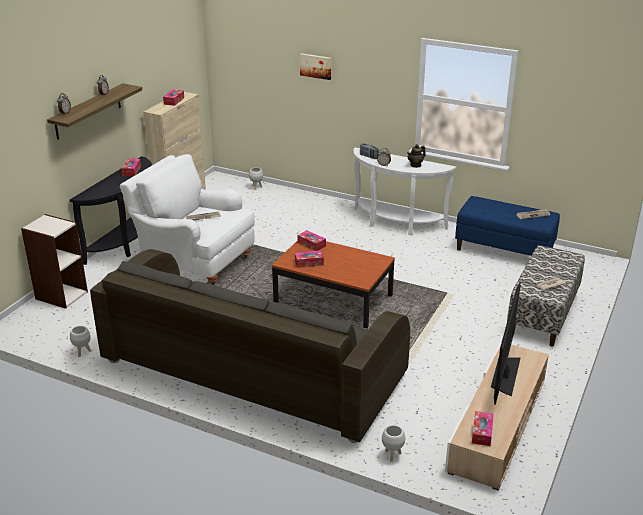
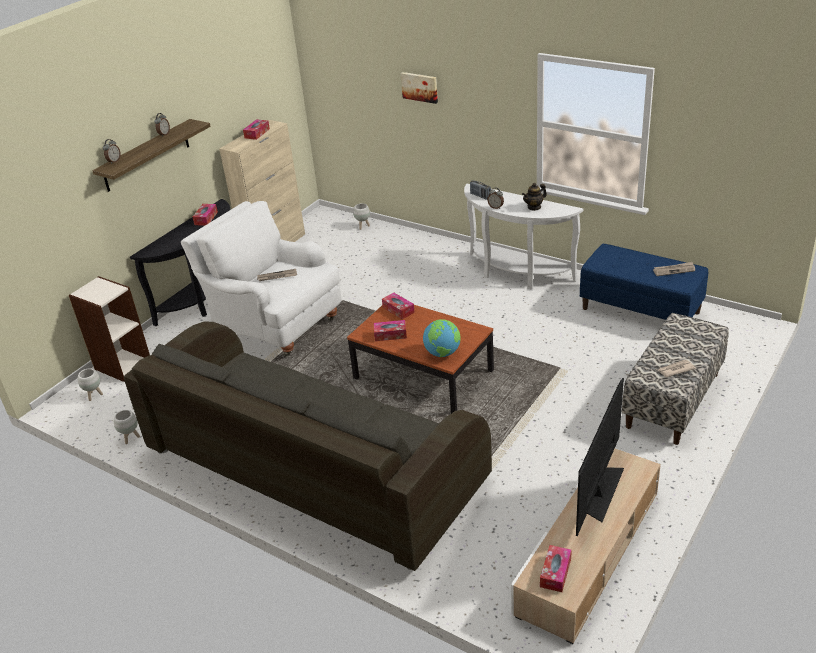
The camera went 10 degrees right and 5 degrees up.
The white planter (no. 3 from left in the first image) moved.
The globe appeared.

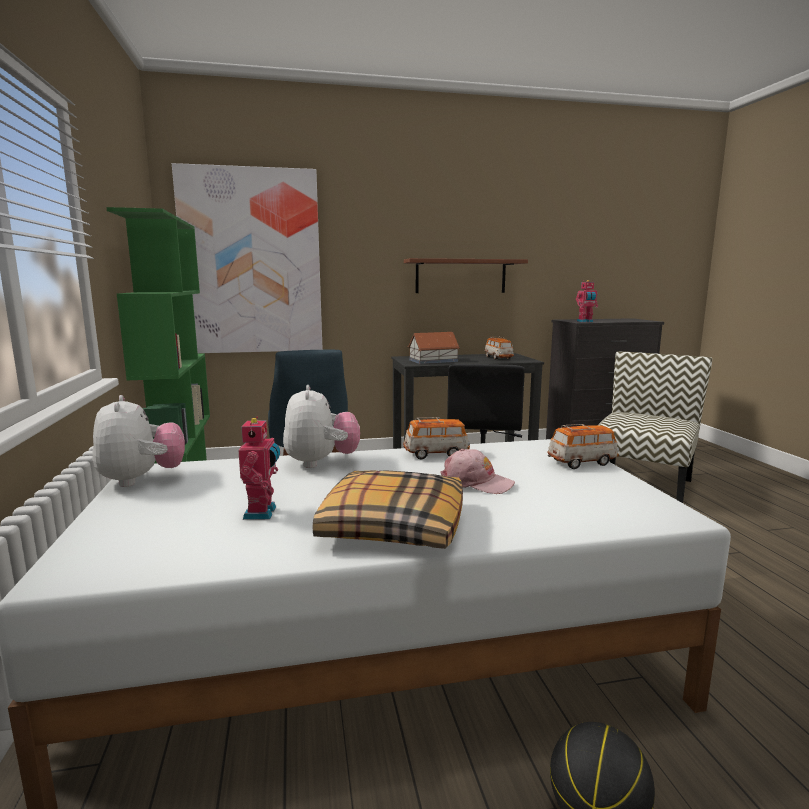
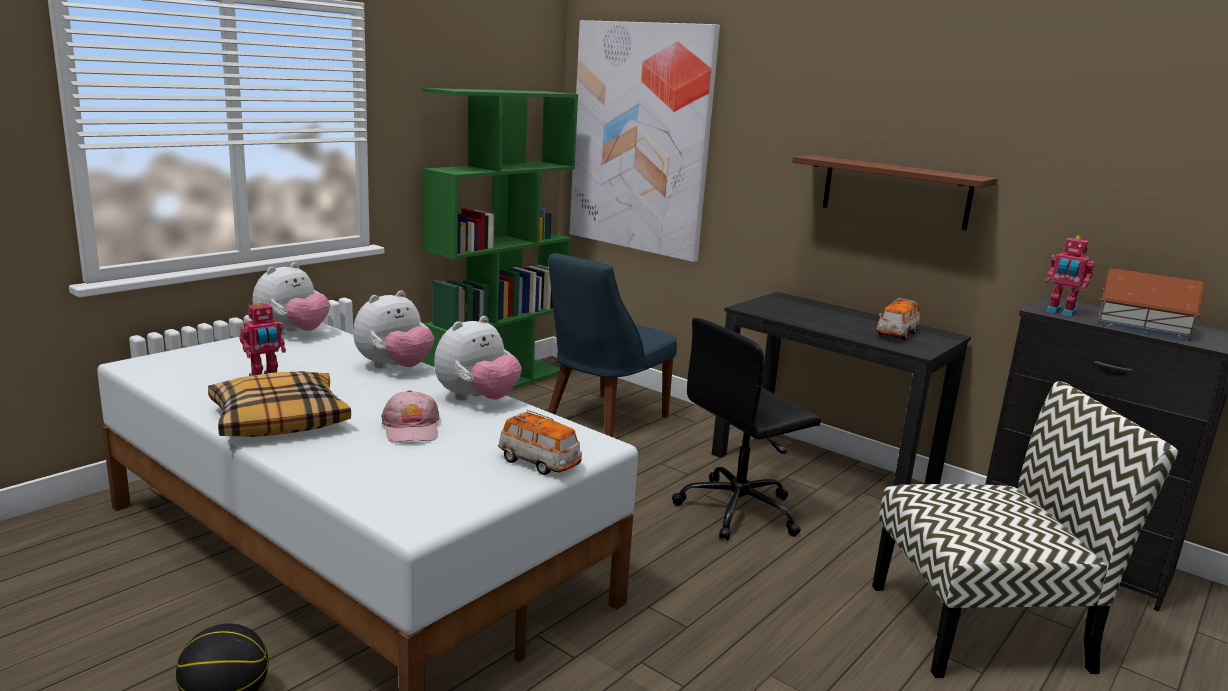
The camera went 50 degrees right and 5 degrees up.
The toy car (no. 1 from left) was replaced by the plush toy (no. 3 from left).
The toy house moved.

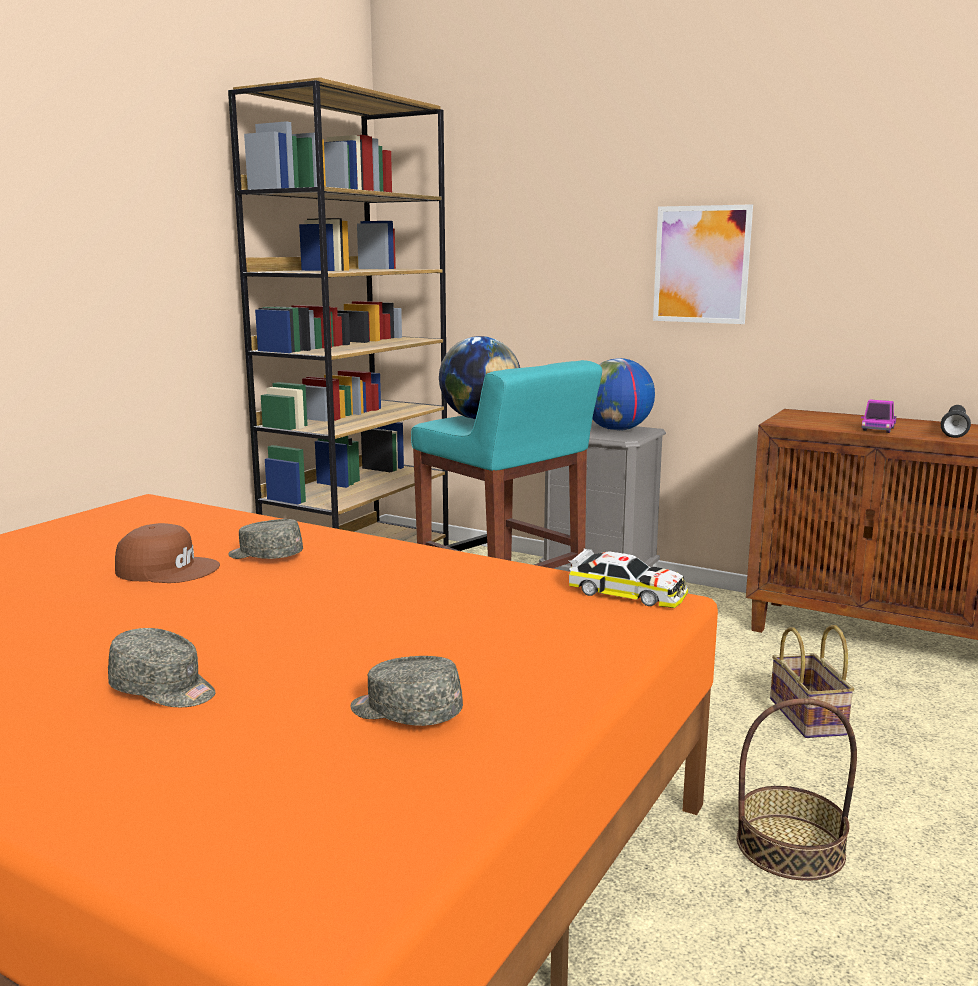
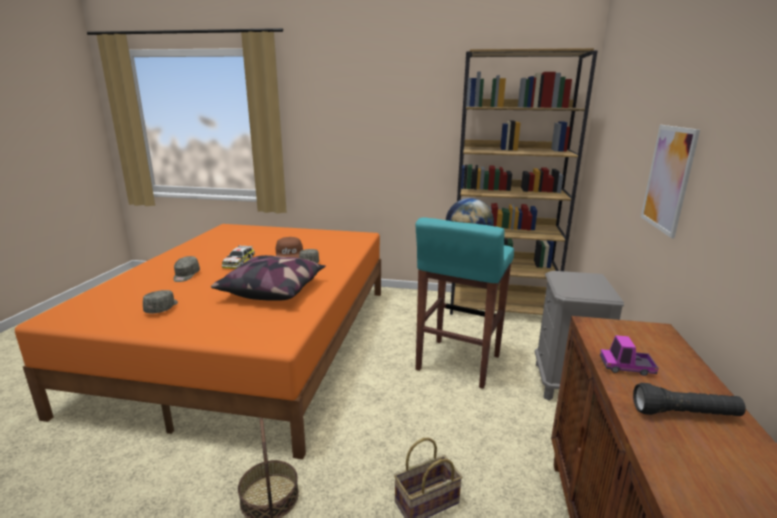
The camera went 70 degrees right and 5 degrees up.
The pillow appeared.
The toy car moved.
The globe (no. 2 from left) disappeared.

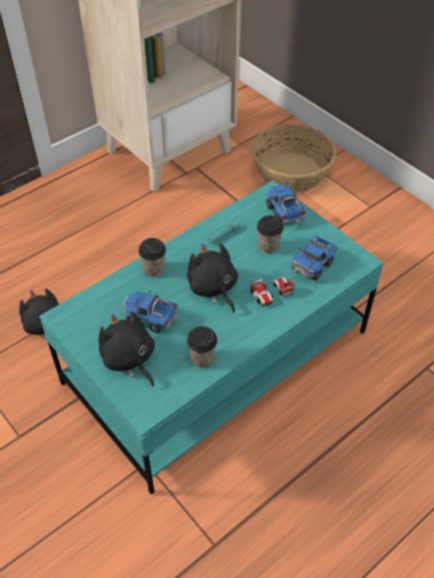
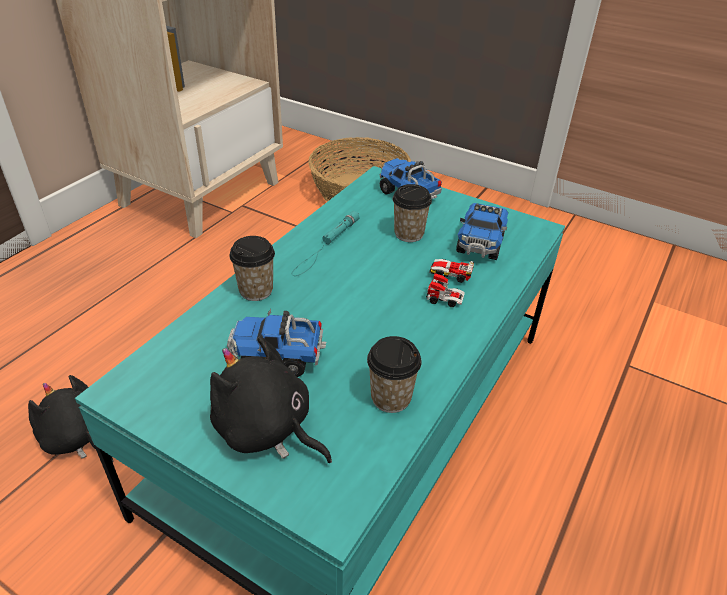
The camera went 20 degrees left and 10 degrees down.
The toy car turned 150 degrees clockwise.
The black plush toy (no. 3 from left) disappeared.

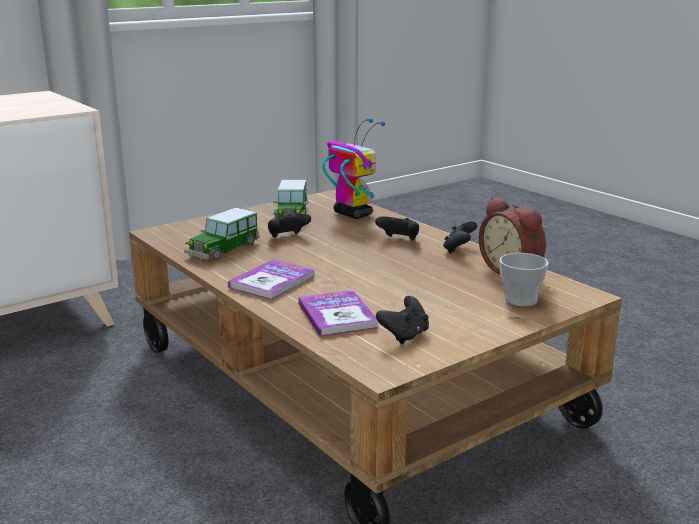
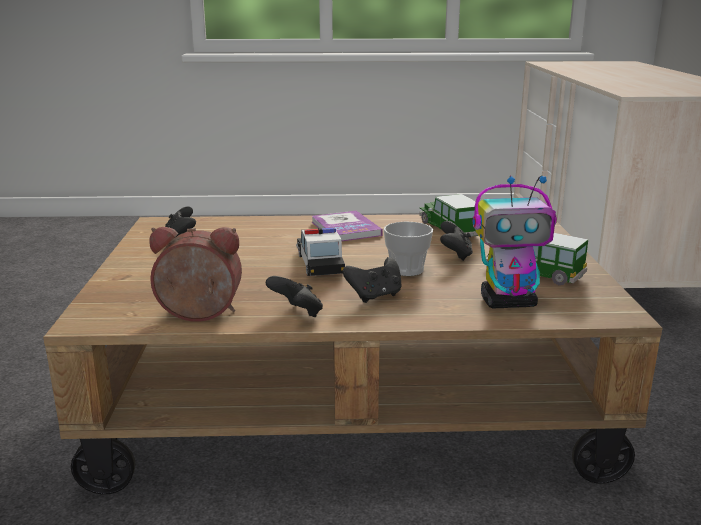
The camera went 125 degrees right and 0 degrees up.
The toy car (no. 1 from left) appeared.
The cup moved.
The book (no. 2 from left) disappeared.

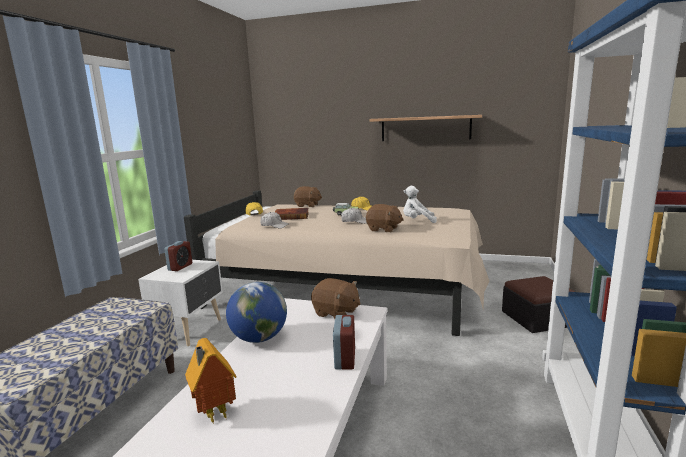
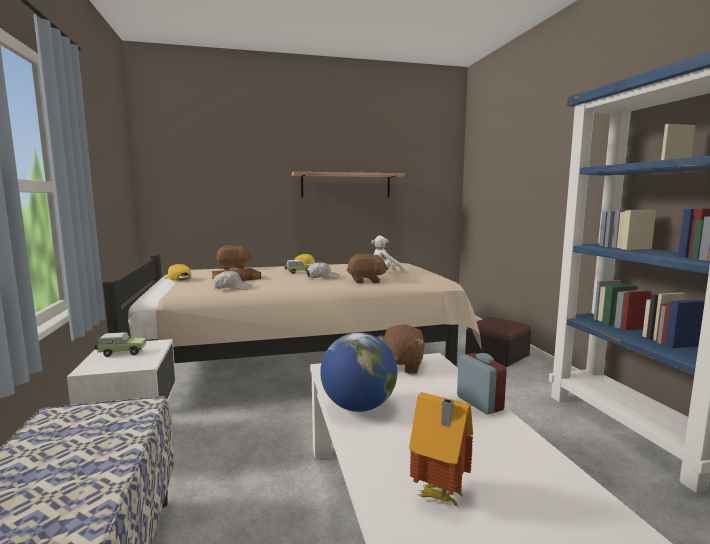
The camera went 30 degrees left and 5 degrees down.
The alarm clock (no. 1 from left) was replaced by the toy car (no. 1 from left).
The brown plush toy (no. 2 from left in the first image) turned 105 degrees clockwise.

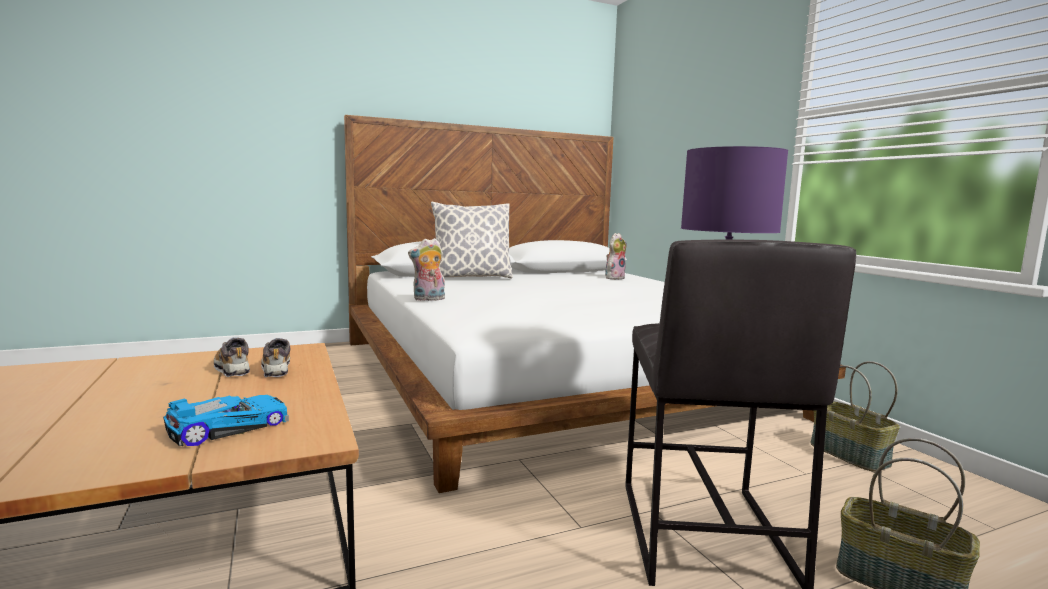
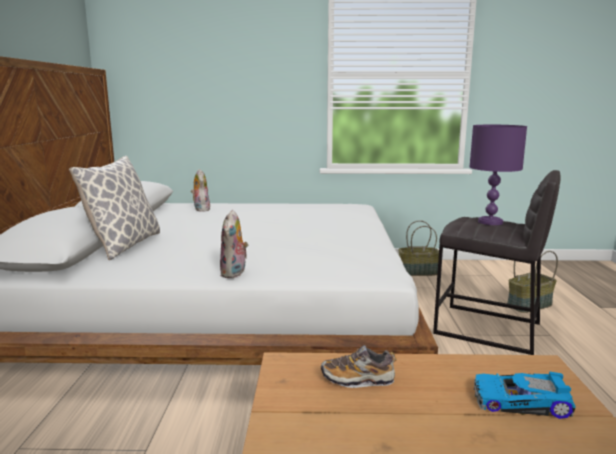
The camera went 65 degrees left and 5 degrees up.
The toy car turned 60 degrees counterclockwise.
The shoe (no. 1 from left) disappeared.

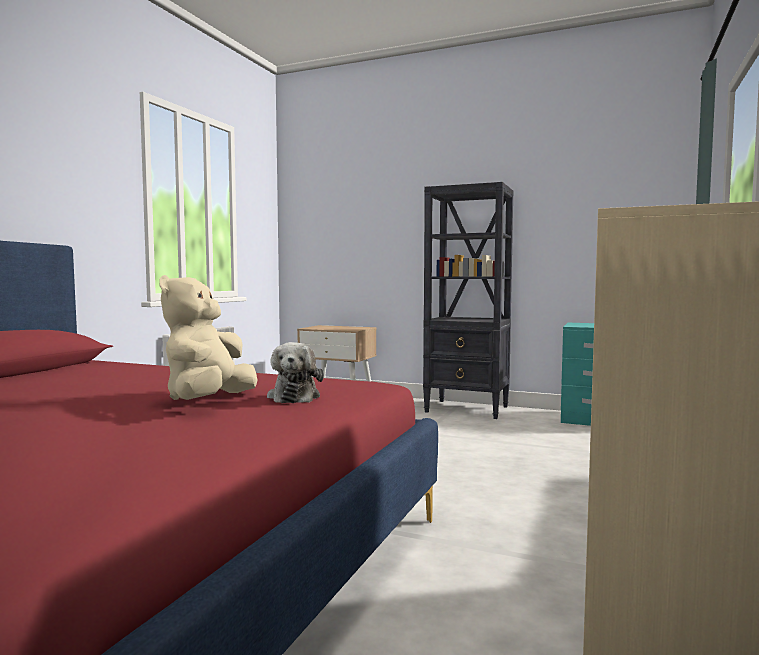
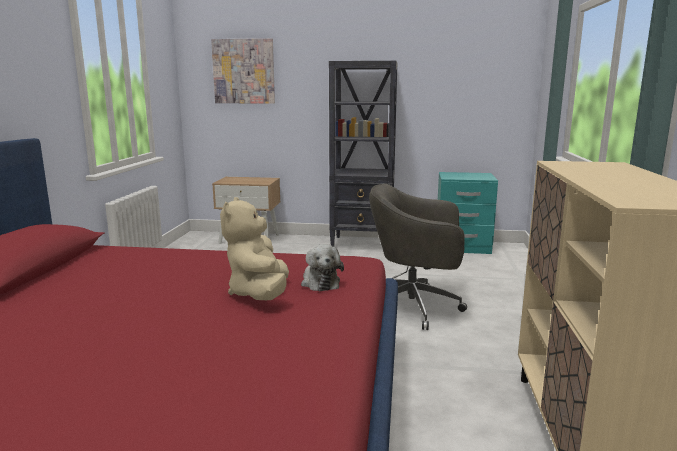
The camera went 15 degrees left and 10 degrees up.
The picture appeared.
The grey office chair appeared.

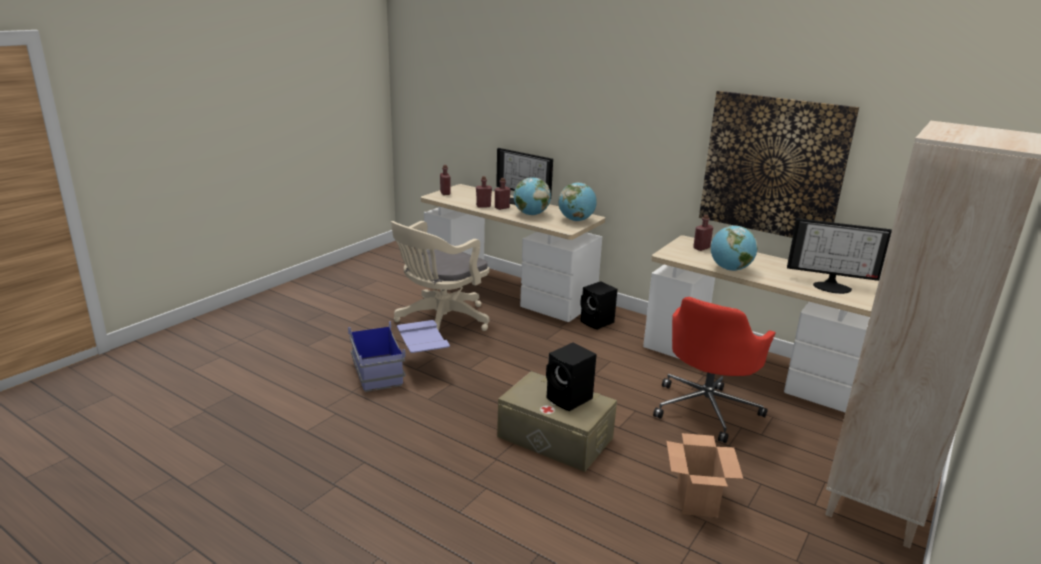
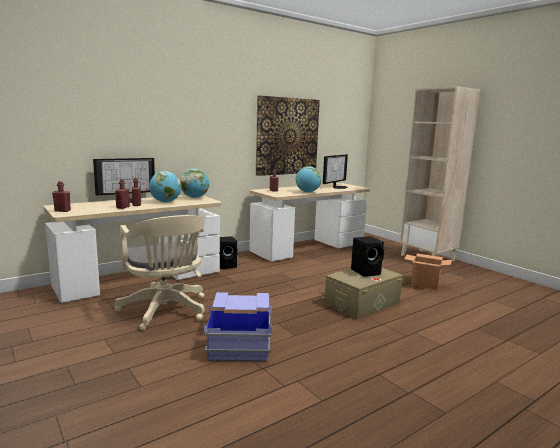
The camera went 70 degrees left and 10 degrees down.
The red office chair disappeared.

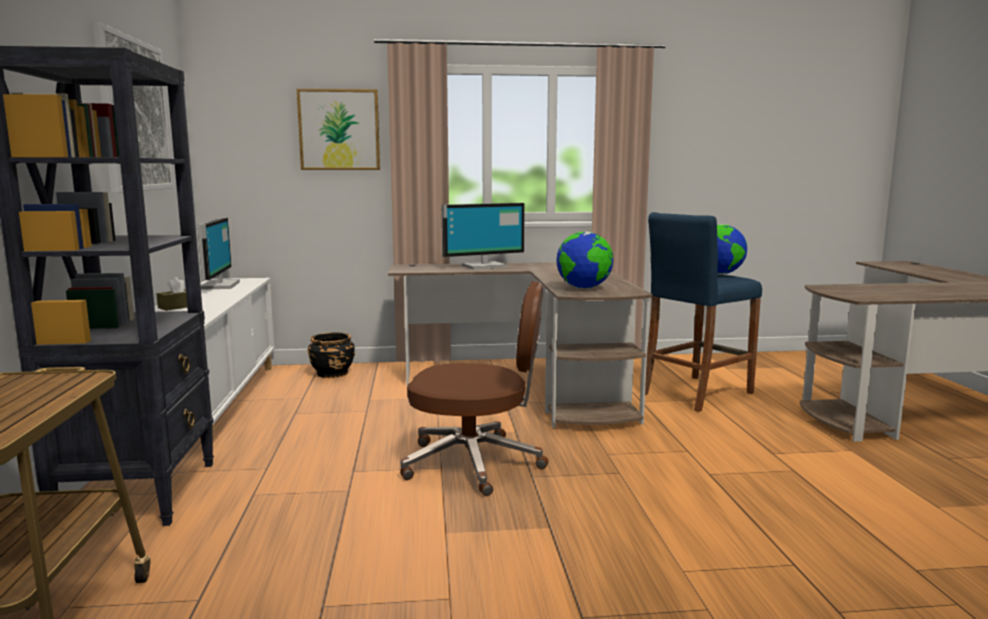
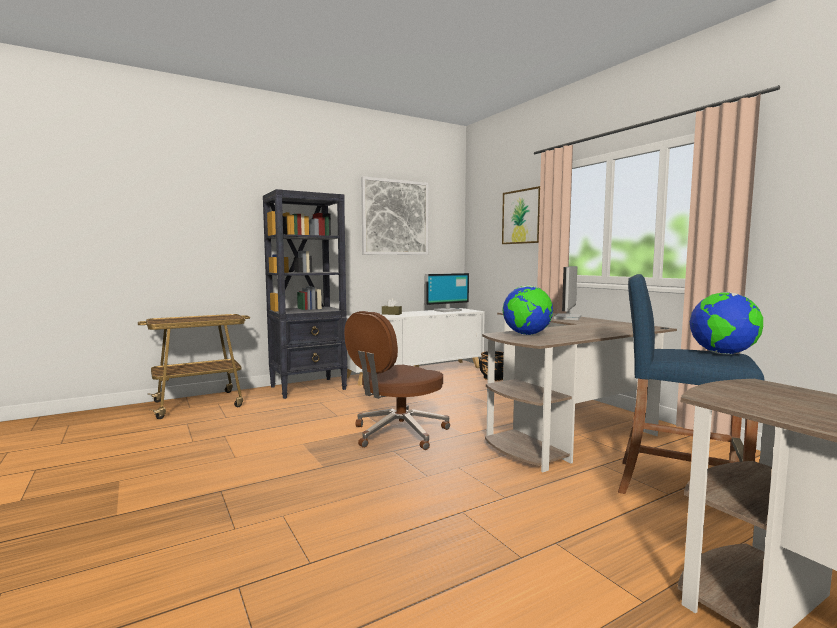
The camera went 65 degrees right and 5 degrees down.
The brown office chair turned 60 degrees clockwise.
The monitor (no. 2 from left) turned 75 degrees clockwise.

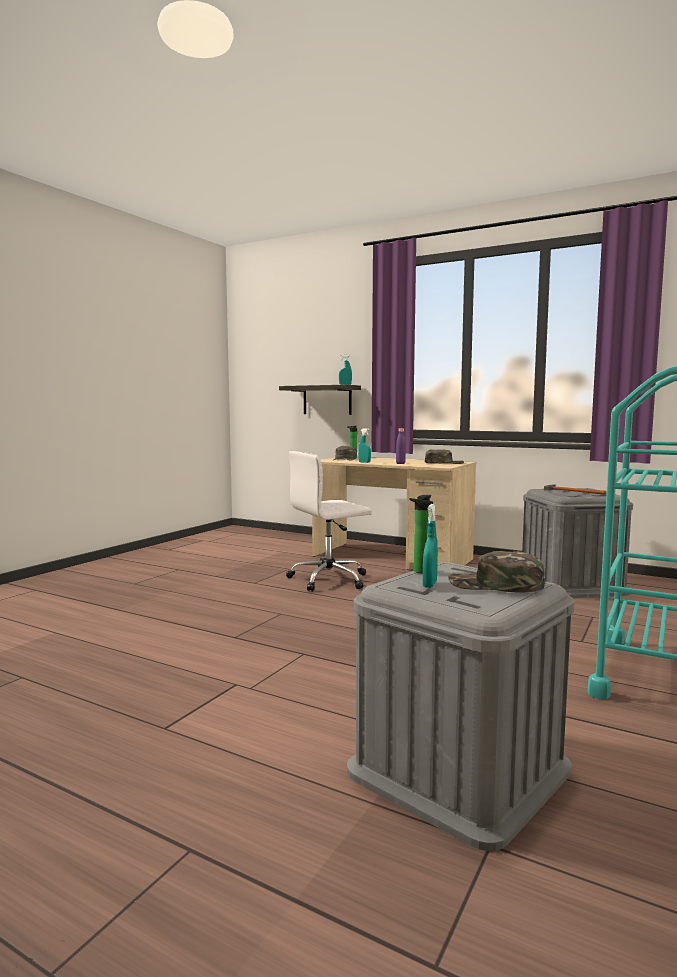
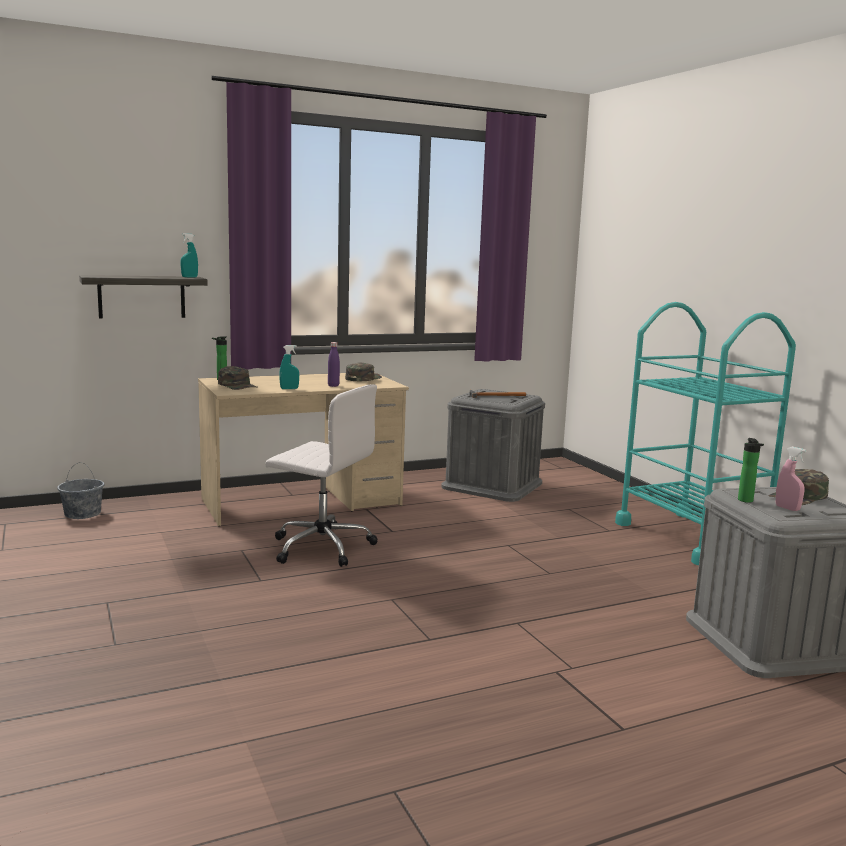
The camera went 55 degrees left and 5 degrees up.
The grey bucket appeared.
The white office chair turned 75 degrees counterclockwise.
The turquoise spray bottle (no. 3 from left) became the pink spray bottle.

